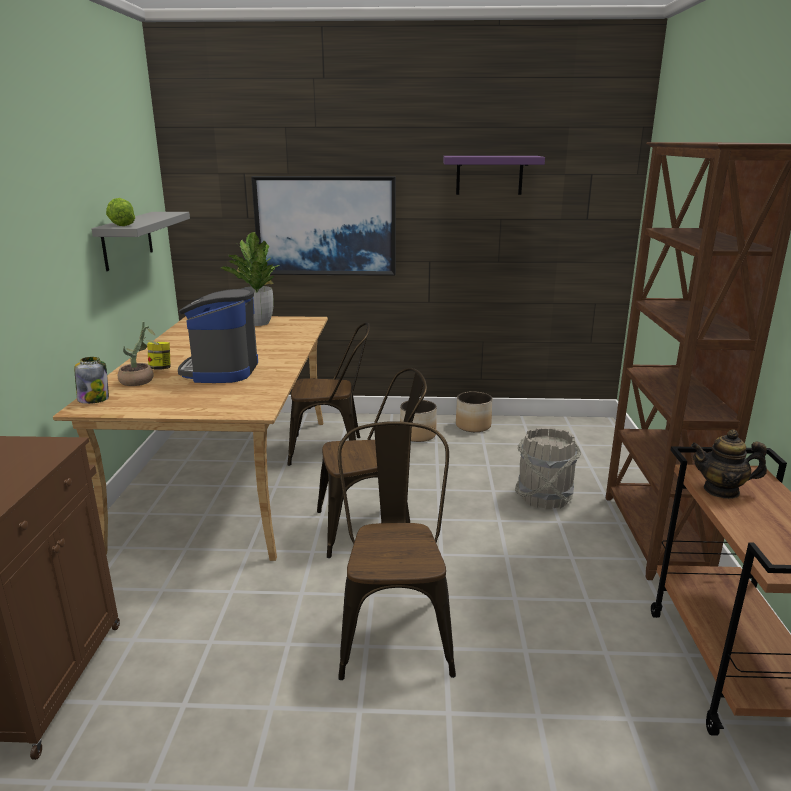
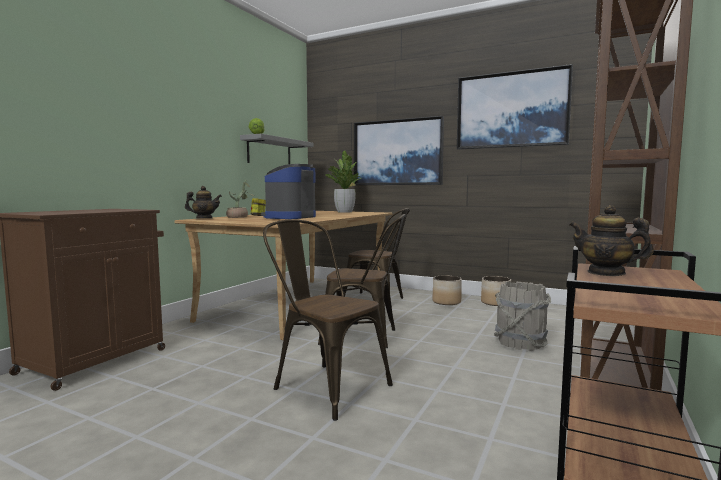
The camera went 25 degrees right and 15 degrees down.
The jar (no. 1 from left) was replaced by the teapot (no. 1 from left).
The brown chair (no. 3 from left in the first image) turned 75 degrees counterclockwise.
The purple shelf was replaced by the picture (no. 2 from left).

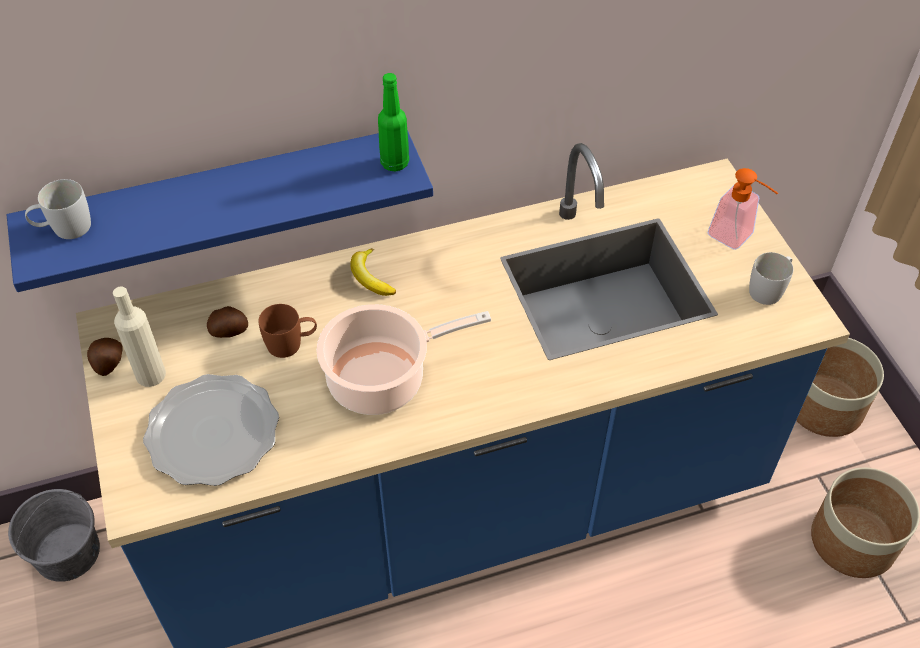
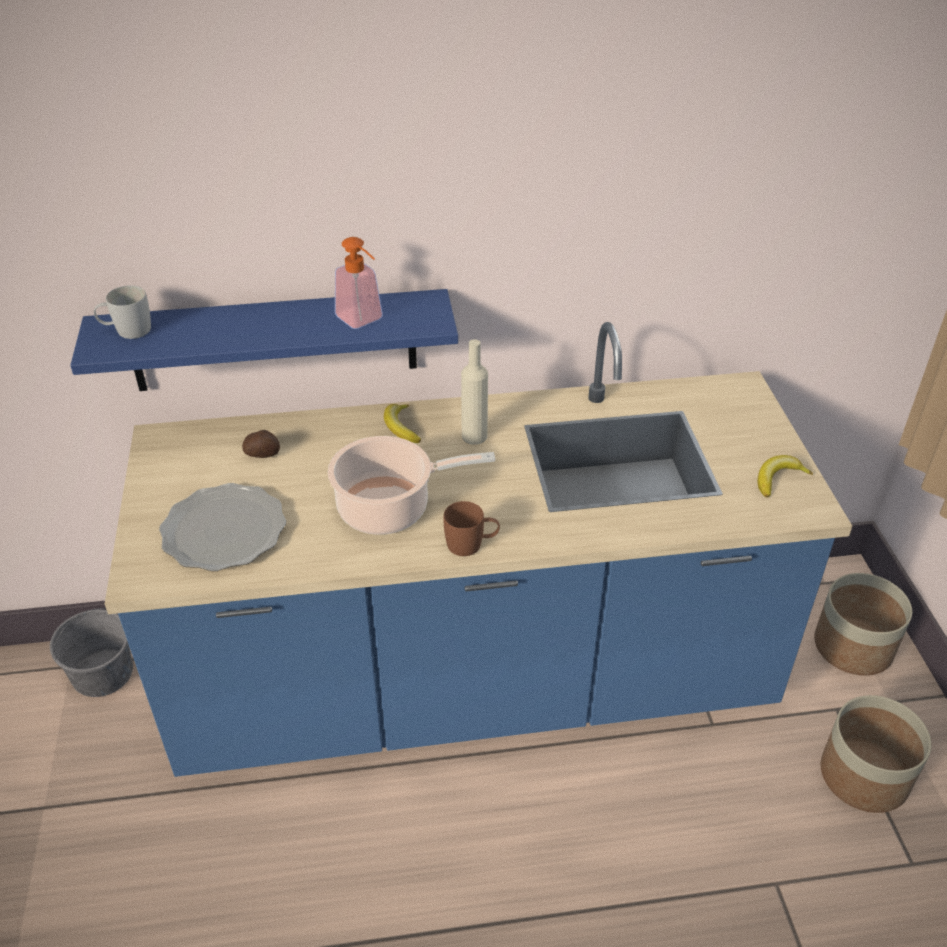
The camera went 10 degrees right and 10 degrees down.
The soap dispenser moved.
The brown mug moved.
The beige bottle moved.
The white mug (no. 2 from left) was replaced by the banana (no. 2 from left).
The potato (no. 1 from left) disappeared.
The green bottle disappeared.

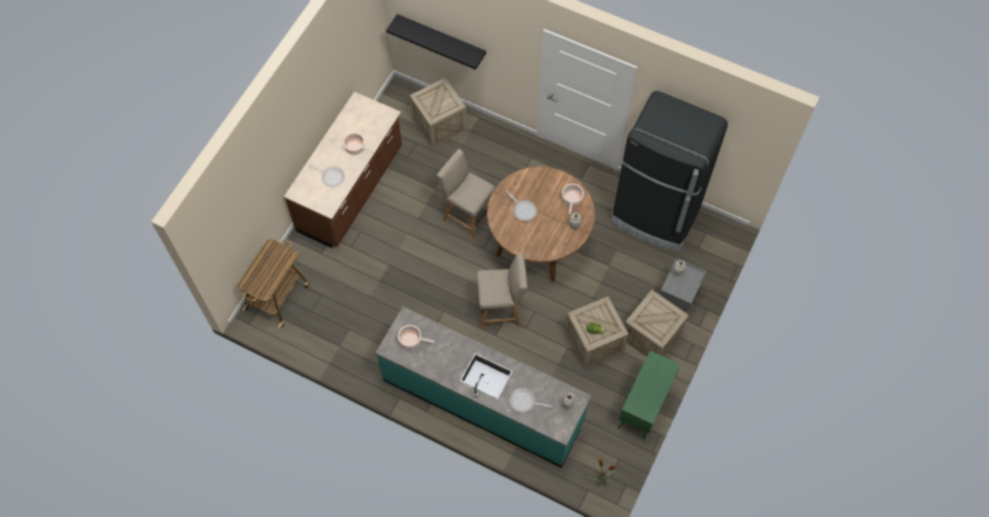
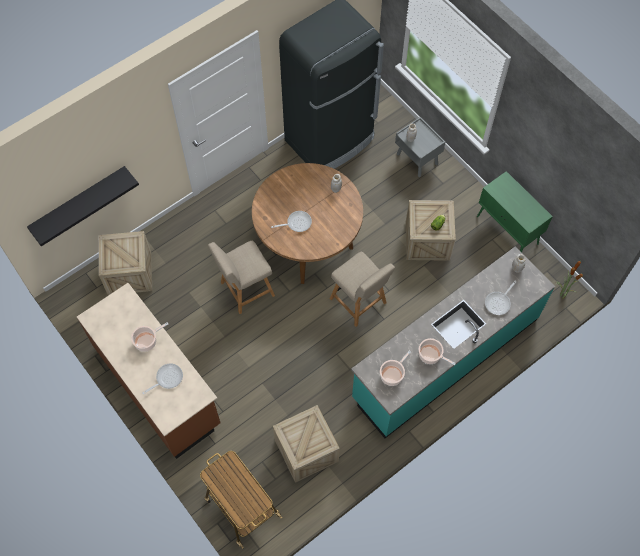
The camera went 65 degrees left and 0 degrees up.
The crate (no. 3 from left in the first image) moved.
The beige chair (no. 2 from left) turned 120 degrees clockwise.
The cooking pot (no. 3 from left) moved.

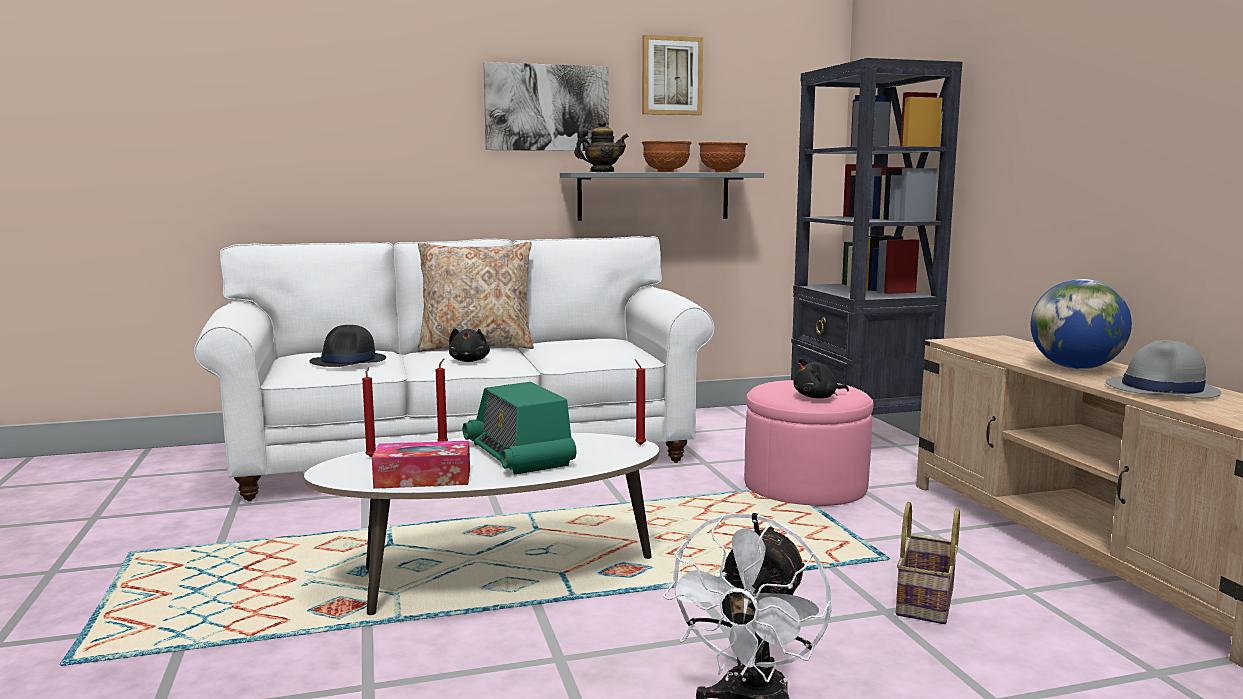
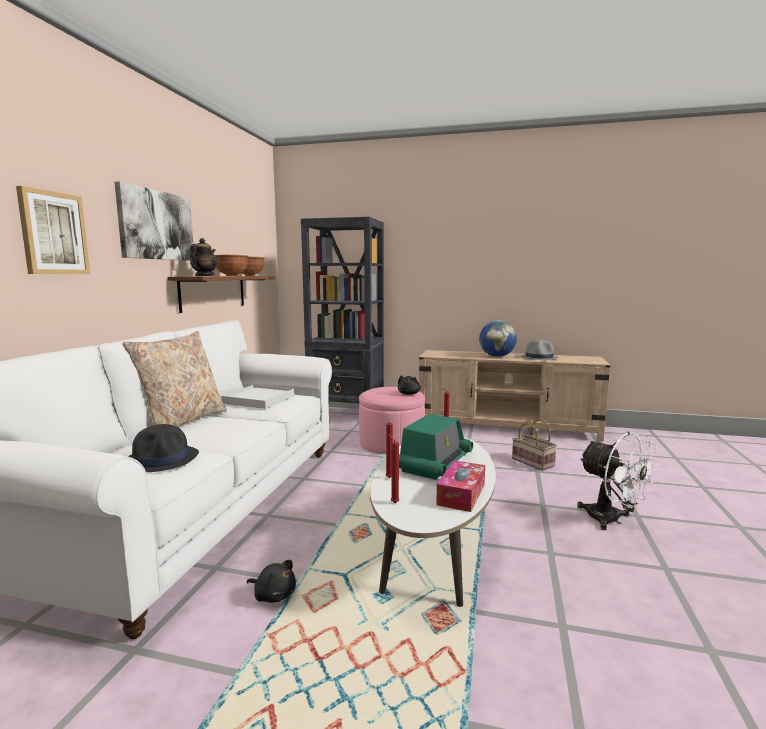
The camera went 60 degrees left and 0 degrees up.
The picture (no. 2 from left in the first image) moved.
The grey shelf became the brown shelf.
The white tray appeared.
The black plush toy (no. 1 from left) moved.
The radio turned 60 degrees counterclockwise.

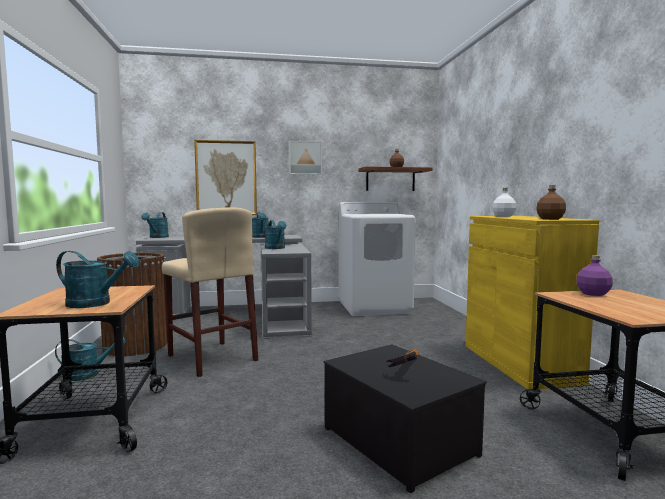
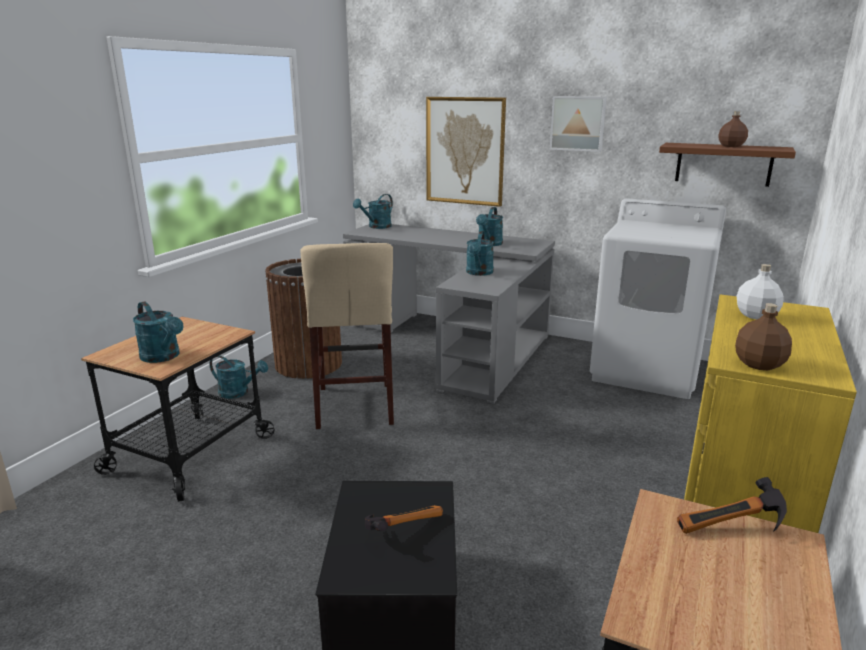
The camera went 35 degrees right and 15 degrees up.
The purple bottle was replaced by the hammer (no. 2 from left).

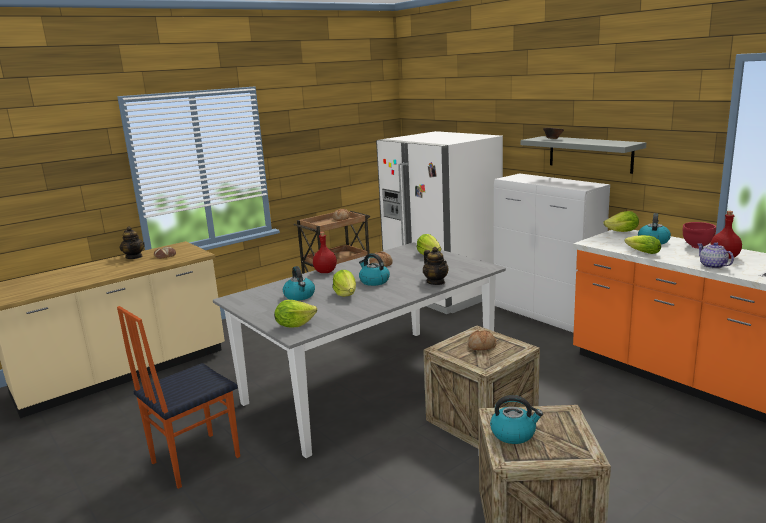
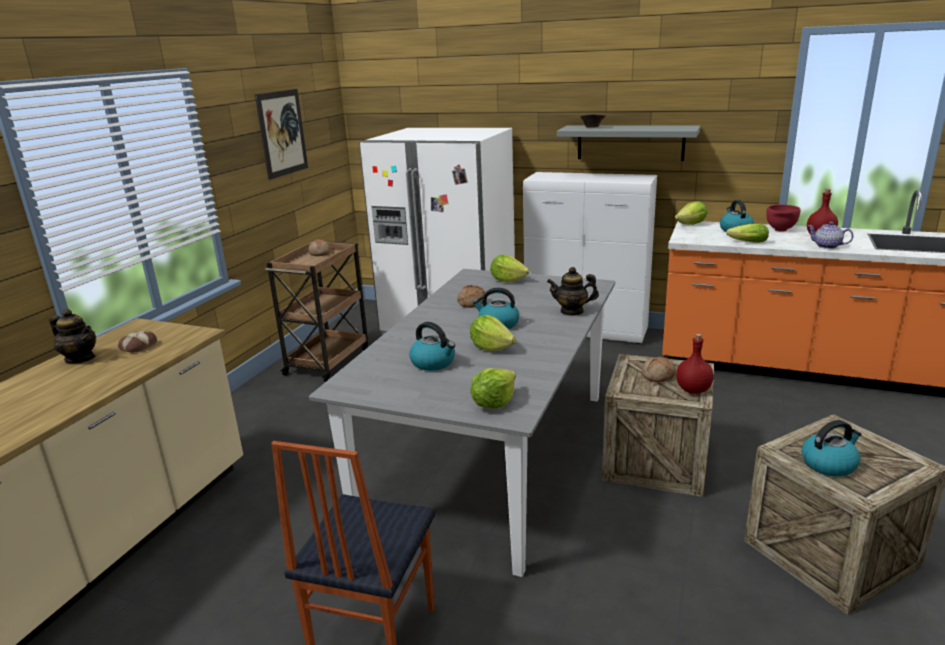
The camera went 30 degrees left and 5 degrees up.
The picture appeared.
The teapot (no. 2 from left) turned 150 degrees clockwise.
The red bottle (no. 1 from left) moved.

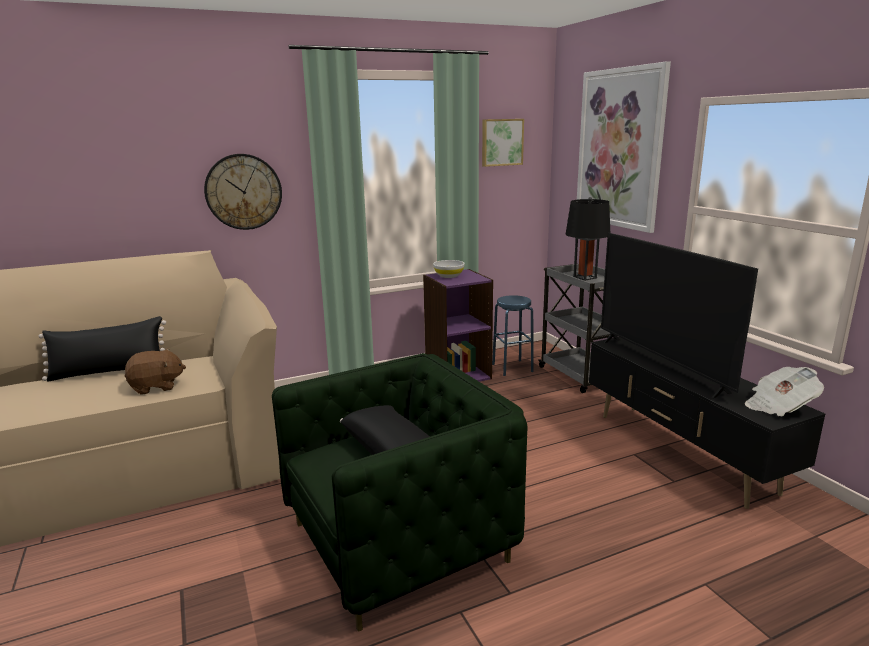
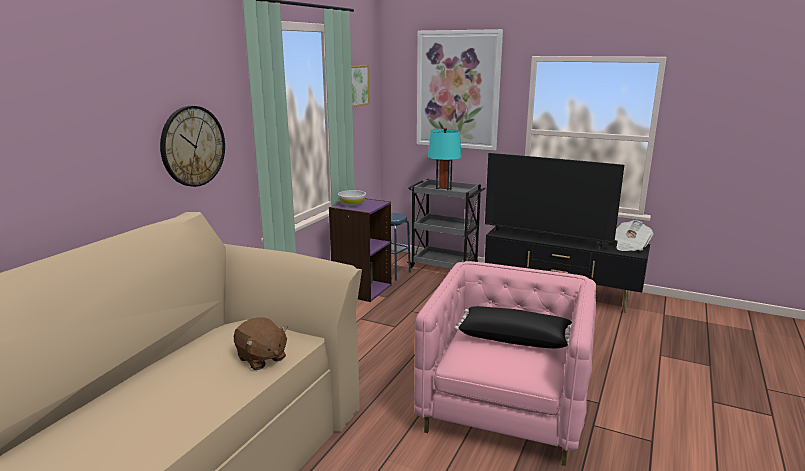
The camera went 40 degrees left and 0 degrees up.
The brown plush toy turned 105 degrees clockwise.
The green armchair became the pink armchair.
The black table lamp became the turquoise table lamp.
The black pillow (no. 1 from left) disappeared.

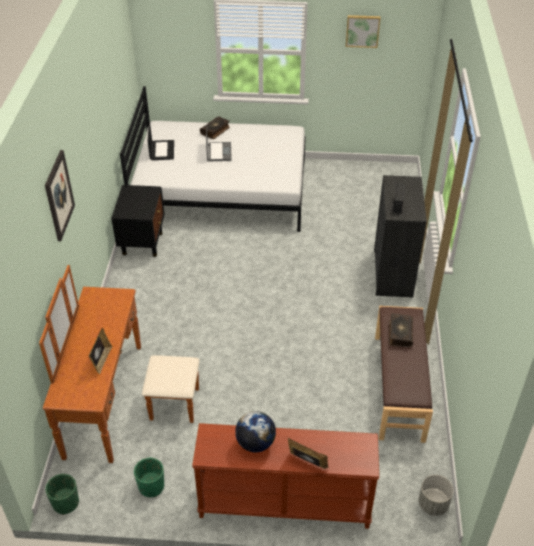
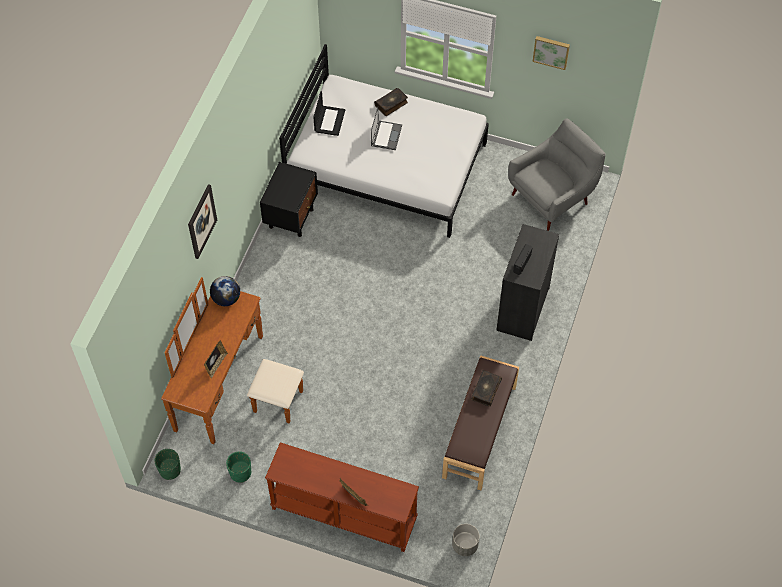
The camera went 15 degrees right and 15 degrees up.
The globe moved.
The grey armchair appeared.

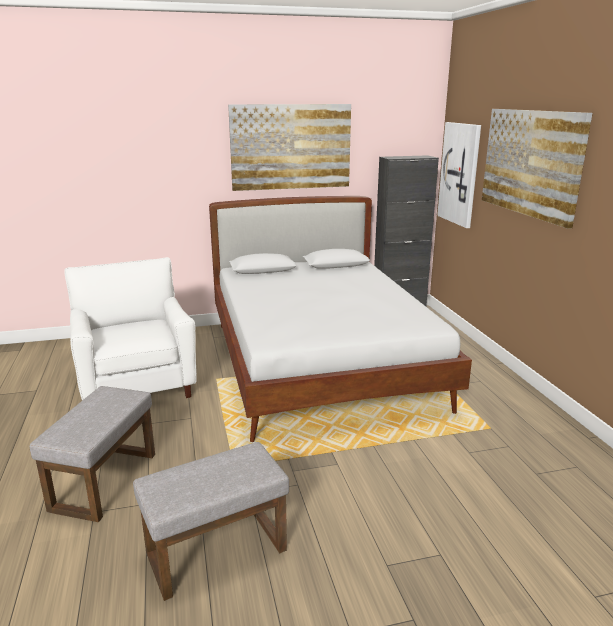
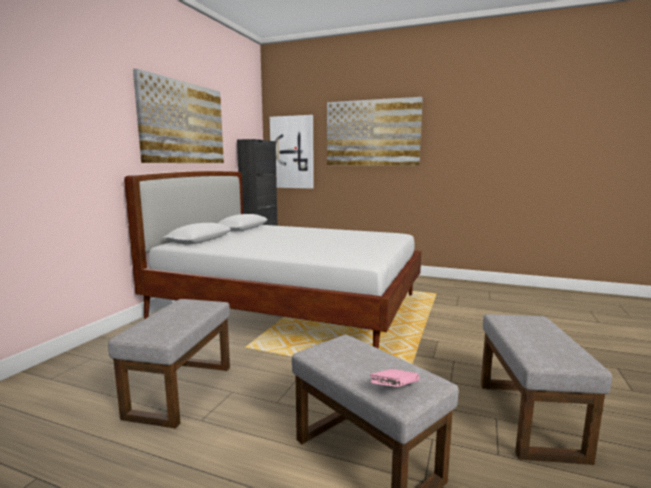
The camera went 55 degrees left and 10 degrees down.
The white armchair was replaced by the grey ottoman (no. 1 from left).
The pink book appeared.

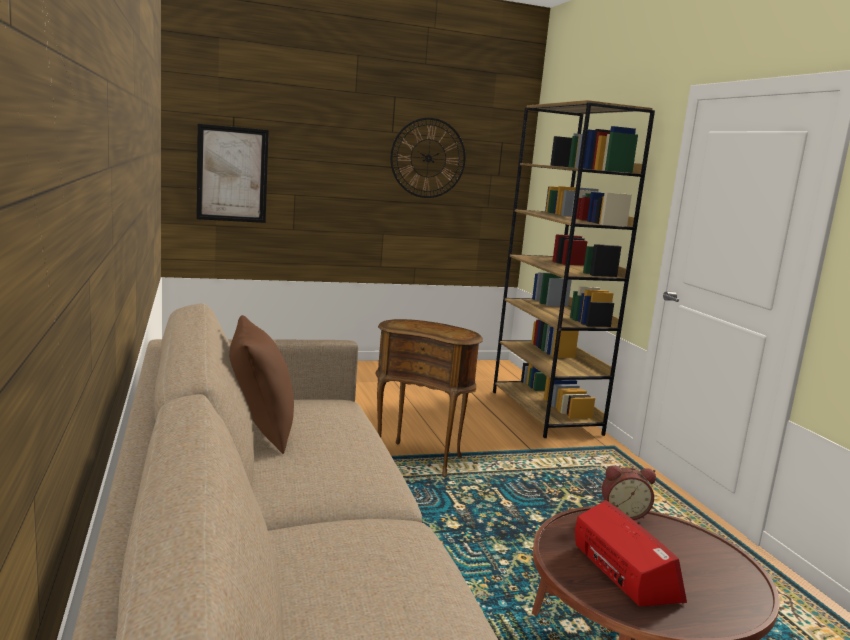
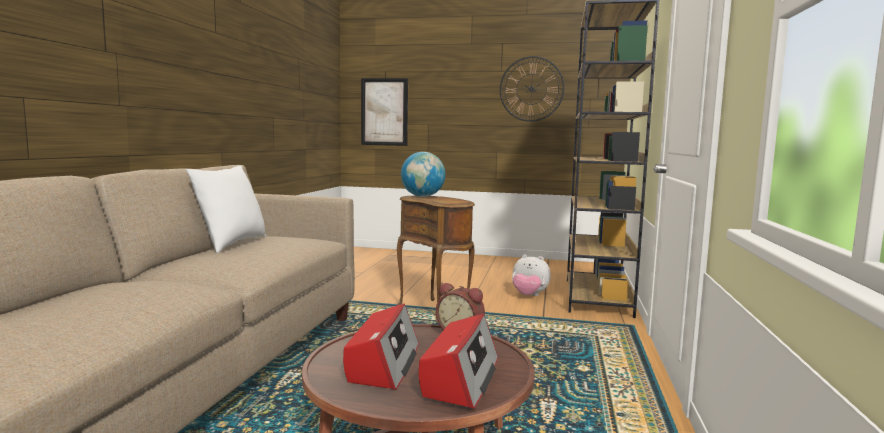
The camera went 30 degrees right and 5 degrees down.
The brown pillow became the white pillow.
The globe appeared.
The radio (no. 2 from left) appeared.
The plush toy appeared.

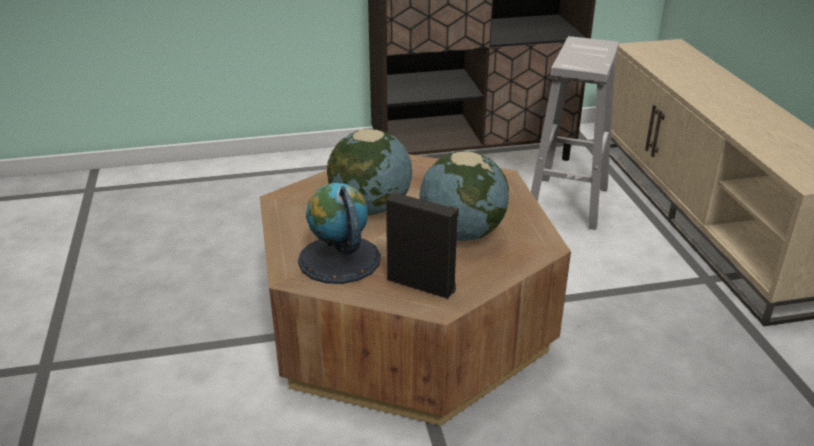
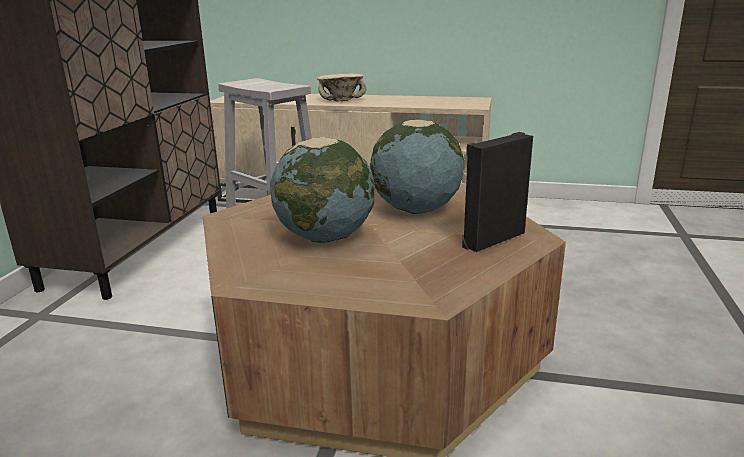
The camera went 65 degrees left and 10 degrees down.
The beige bowl appeared.
The globe (no. 1 from left) disappeared.

